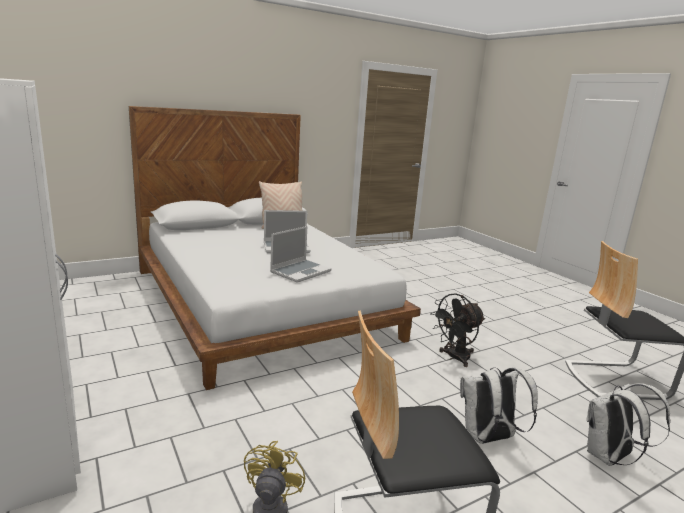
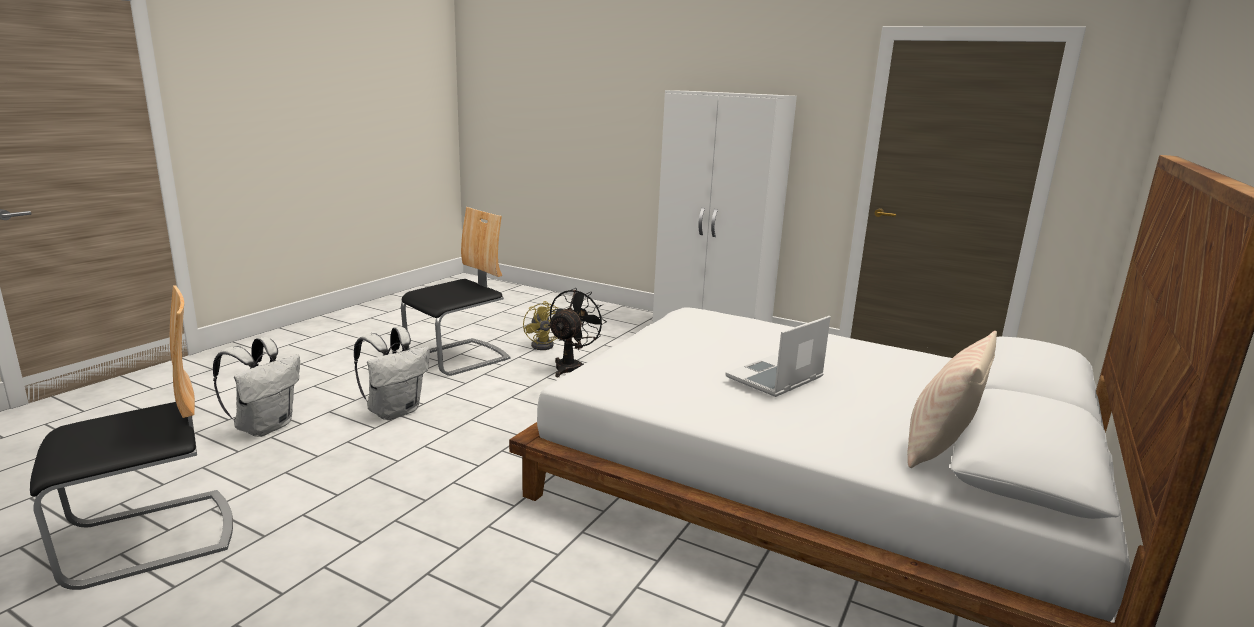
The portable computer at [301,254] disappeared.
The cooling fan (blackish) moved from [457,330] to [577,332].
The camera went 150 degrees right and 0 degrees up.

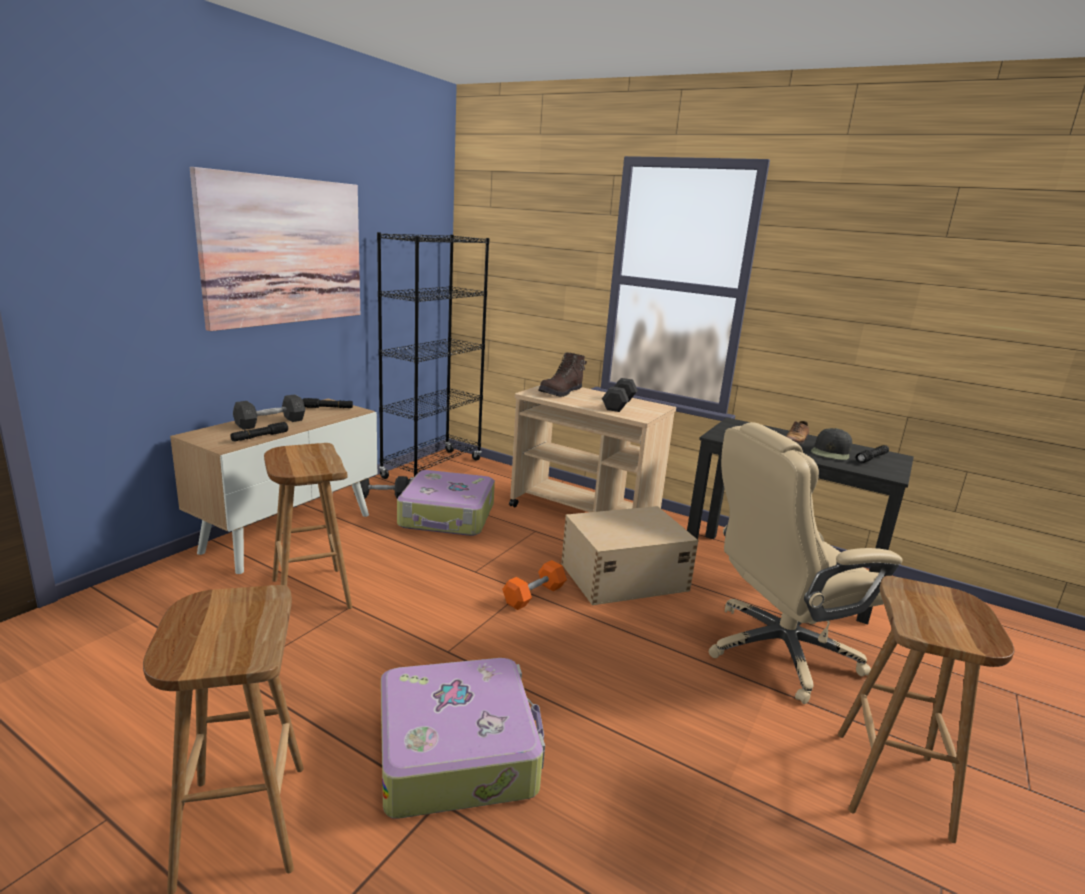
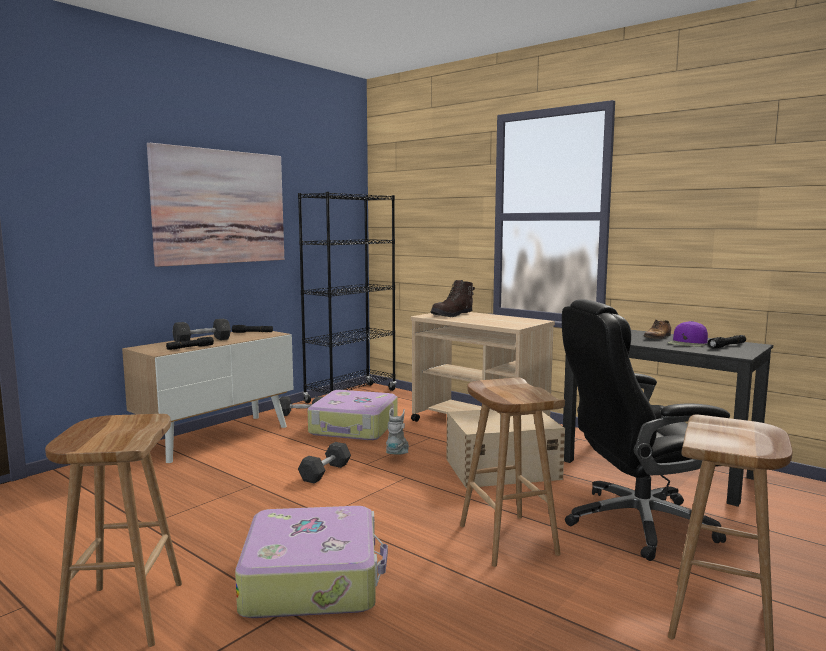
The dumbbell (orange) at [534,585] disappeared.
The high-top boot (grey) at [397,431] appeared.
The stool seat (brownish) moved from [308,526] to [512,472].
The dumbbell (grey) moved from [620,395] to [324,463].
The desk chair (sand-coloured) at [805,563] became the desk chair (blackish) at [646,430].
The baseball cap (blackish) at [831,444] became the baseball cap (purple-coloured) at [687,334].
The camera went 10 degrees right and 10 degrees down.

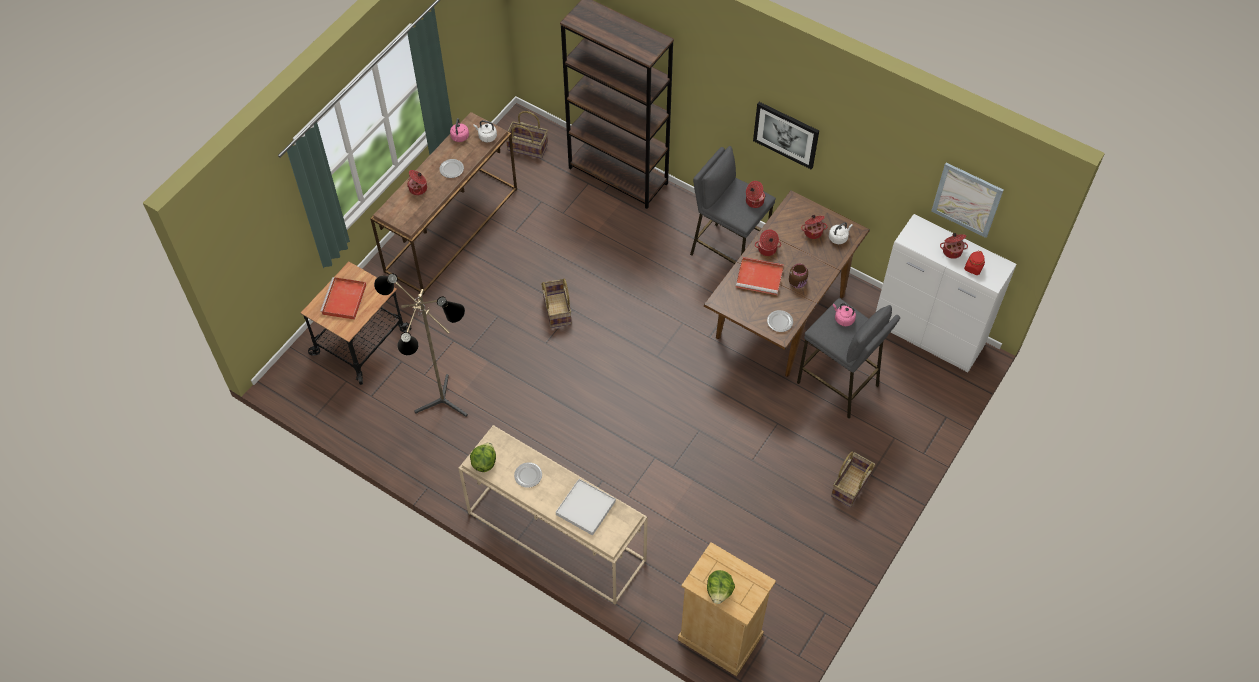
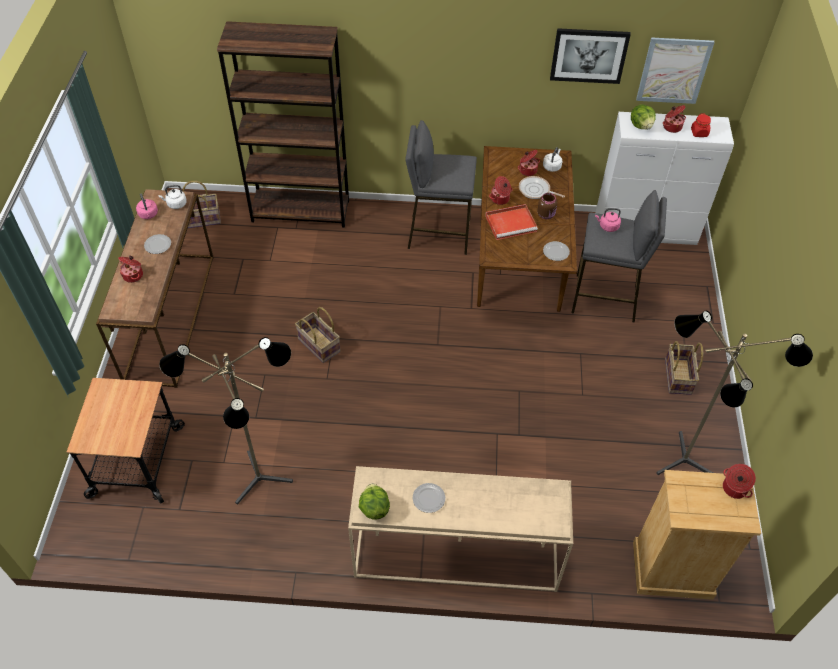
The tray (red) at [343,298] disappeared.
The tray (white) at [586,507] disappeared.
The skillet at [542,187] appeared.
The standing lamp at [734,393] appeared.
The head of lettuce moved from [721,587] to [643,117].
The cooking pot moved from [755,194] to [739,481].
The picture moved from [786,135] to [590,56].
The camera went 30 degrees left and 5 degrees down.

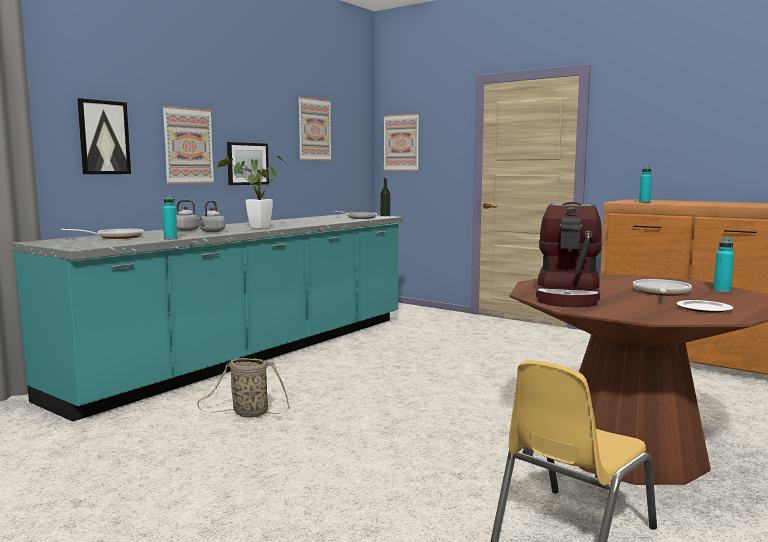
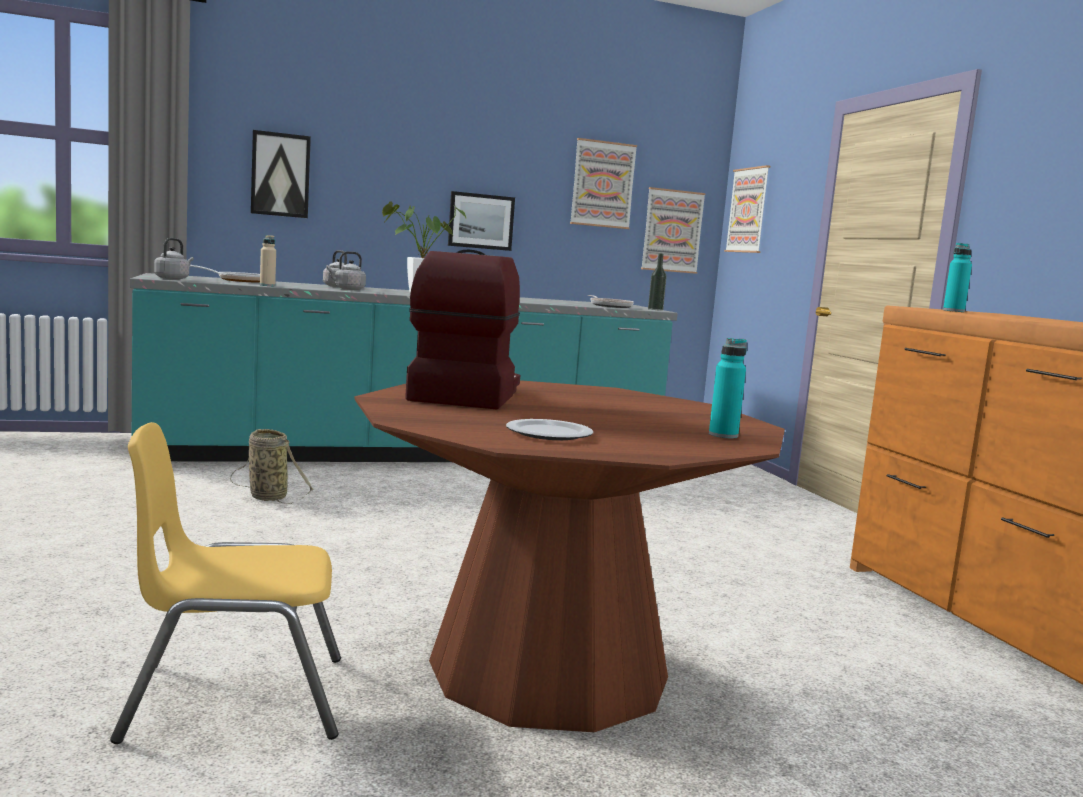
The skillet at [662,287] disappeared.
The tea kettle (grey) at [174,259] appeared.
The picture moved from [188,145] to [673,230].
The drink bottle (blue-green) at [170,217] became the drink bottle (sand-coloured) at [268,260].
The coffee machine at [569,254] turned 135 degrees clockwise.
The camera went 35 degrees right and 0 degrees up.

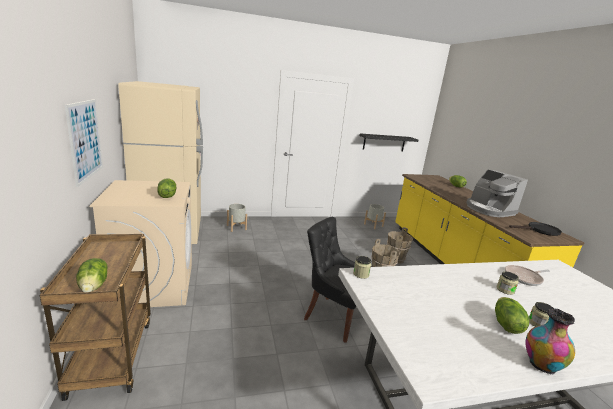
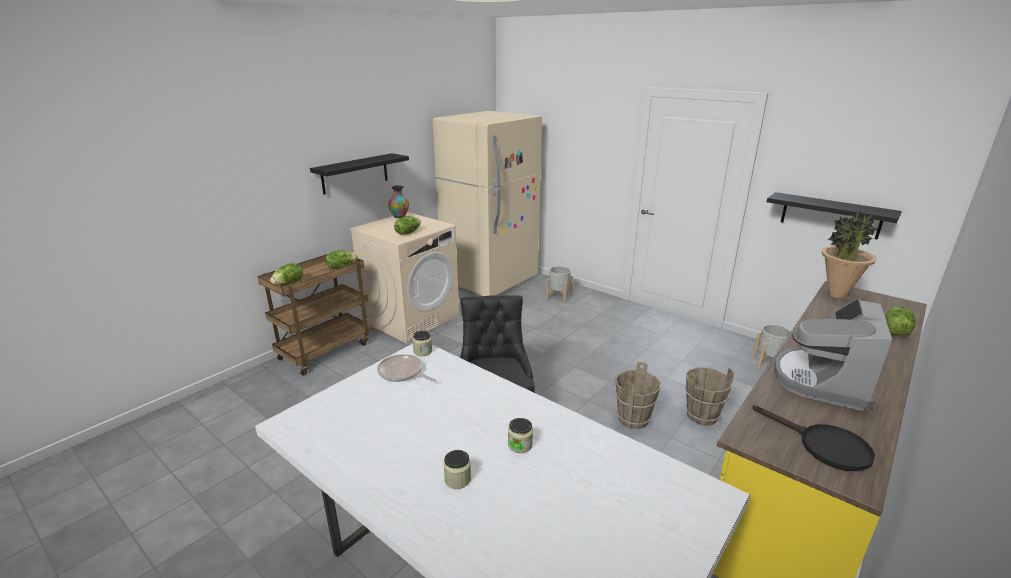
The plant in a pot at [849,254] appeared.
The head of lettuce moved from [512,315] to [341,259].
The skillet moved from [527,275] to [406,368].
The flower vase moved from [550,341] to [398,202].
The picture at [84,143] was replaced by the shelf (blackish) at [359,174].
The camera went 55 degrees right and 5 degrees up.

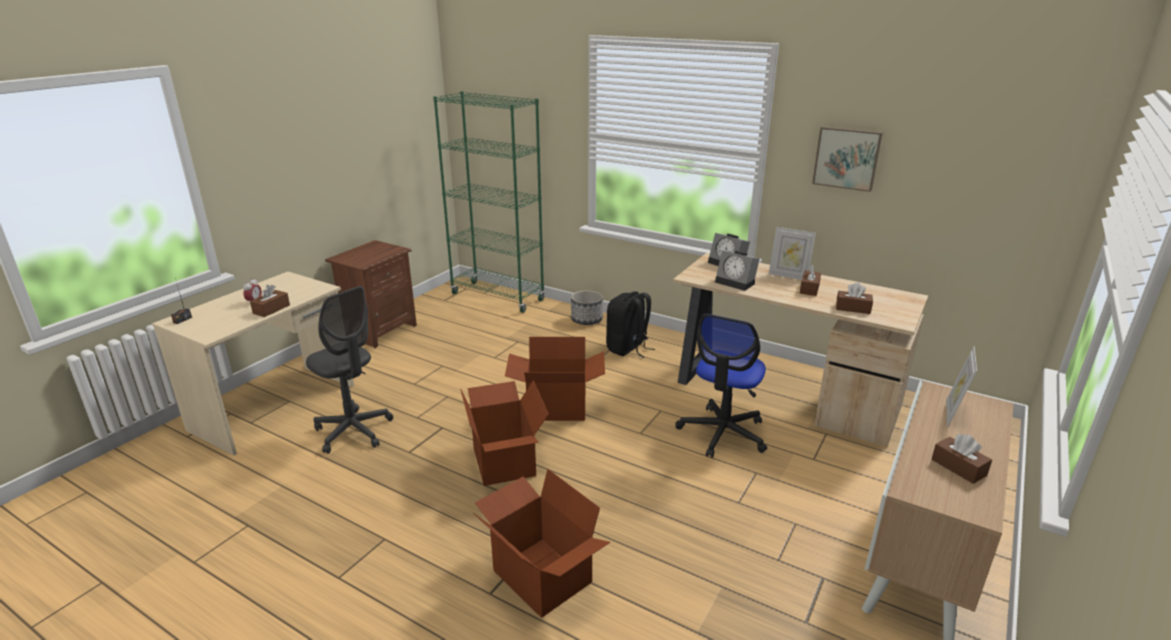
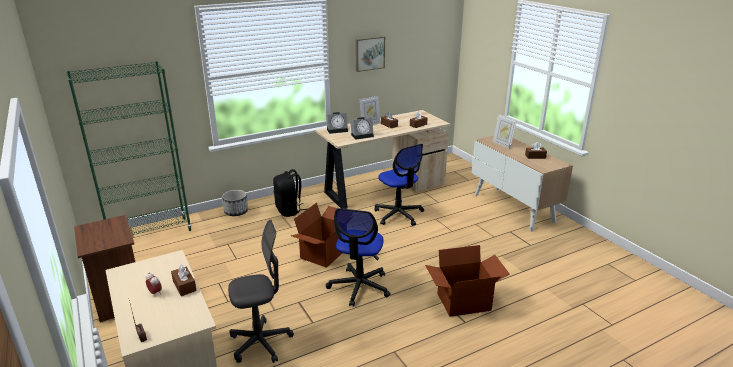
The carton at [504,433] was replaced by the desk chair at [358,257].
The camera went 60 degrees left and 0 degrees up.

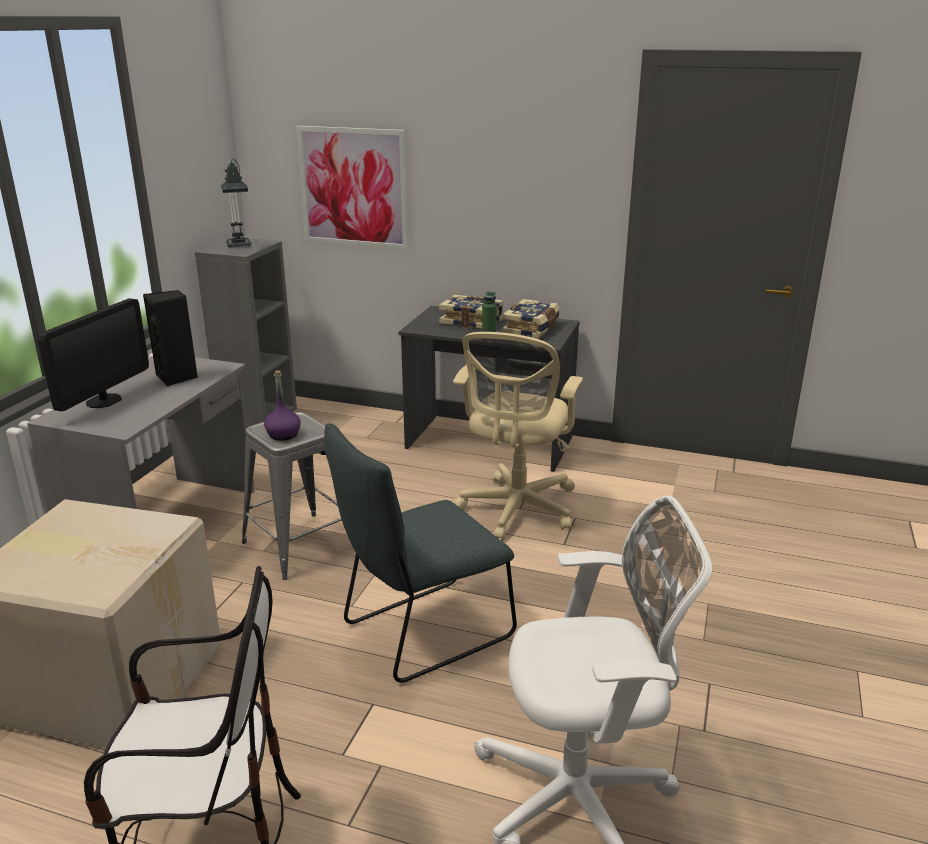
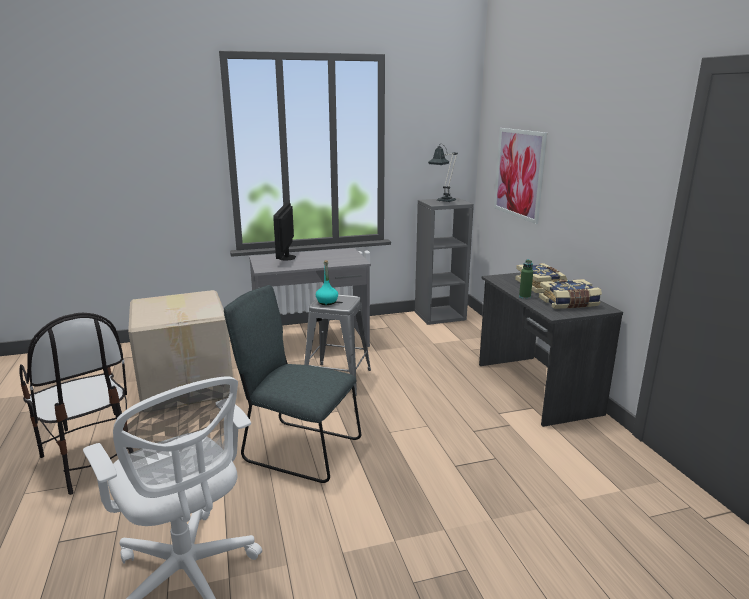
The loudspeaker (blackish) at [170,338] disappeared.
The desk chair (sand-coloured) at [518,436] disappeared.
The drink bottle (purple-coloured) at [282,405] became the drink bottle (blue-green) at [327,282].
The computer display at [93,354] turned 105 degrees clockwise.
The camera went 55 degrees right and 5 degrees down.

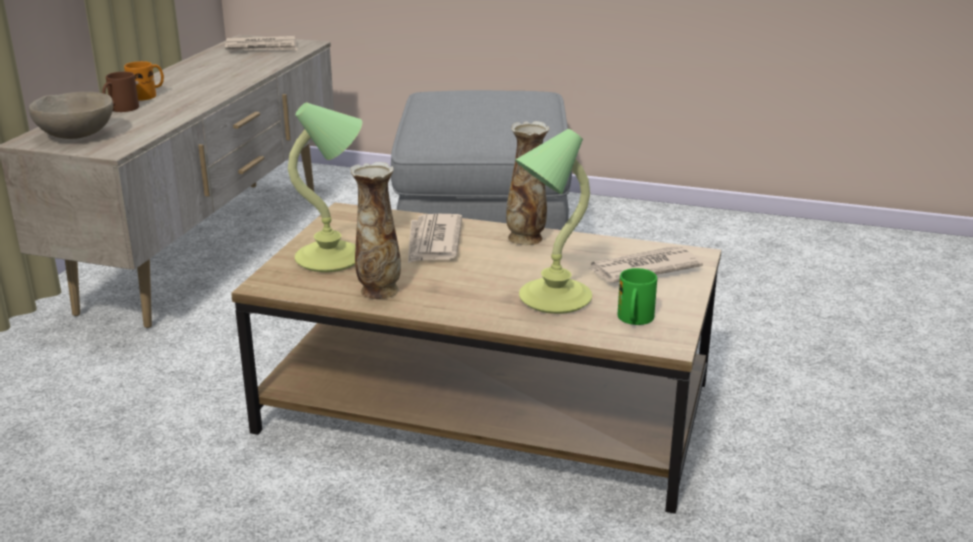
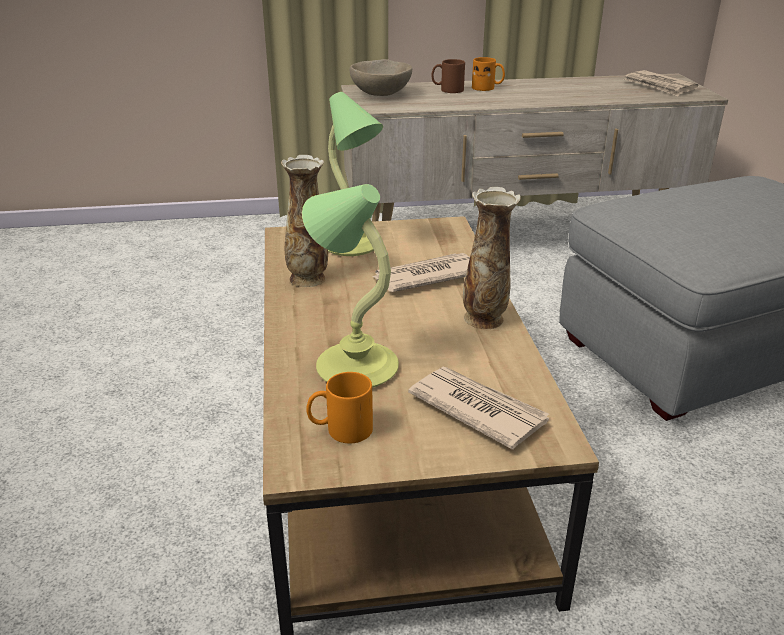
The coffee mug (greenish) at [637,296] became the coffee mug (orange) at [339,407].
The camera went 65 degrees right and 5 degrees up.

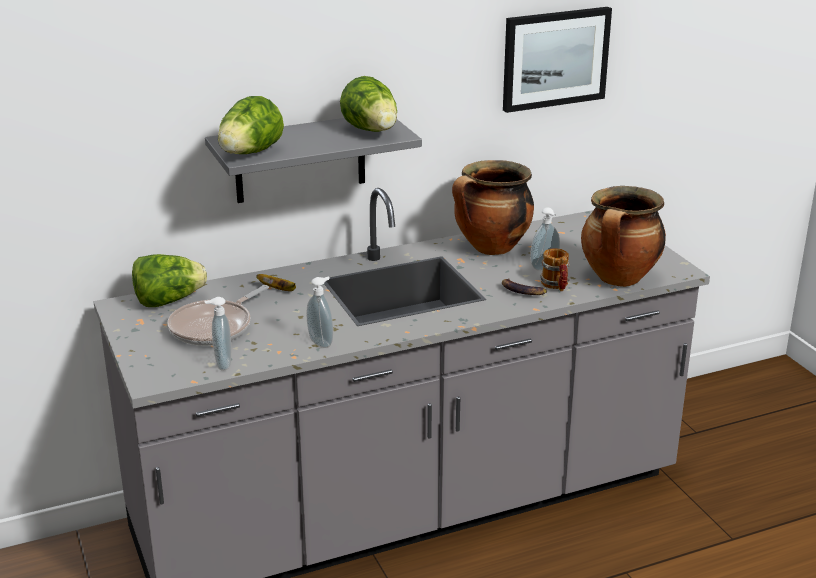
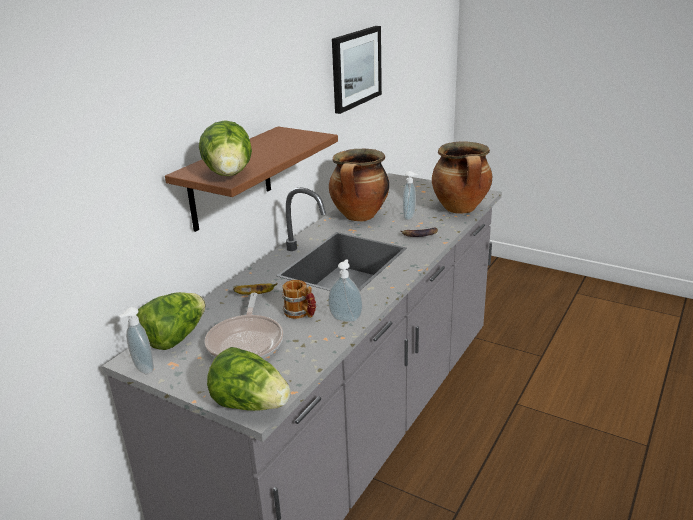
The soap dispenser moved from [218,333] to [136,340].
The head of lettuce moved from [368,104] to [248,379].
The coffee mug moved from [555,269] to [299,299].
The shelf (grey) at [313,160] became the shelf (brownish) at [251,179].
The camera went 35 degrees left and 0 degrees up.

